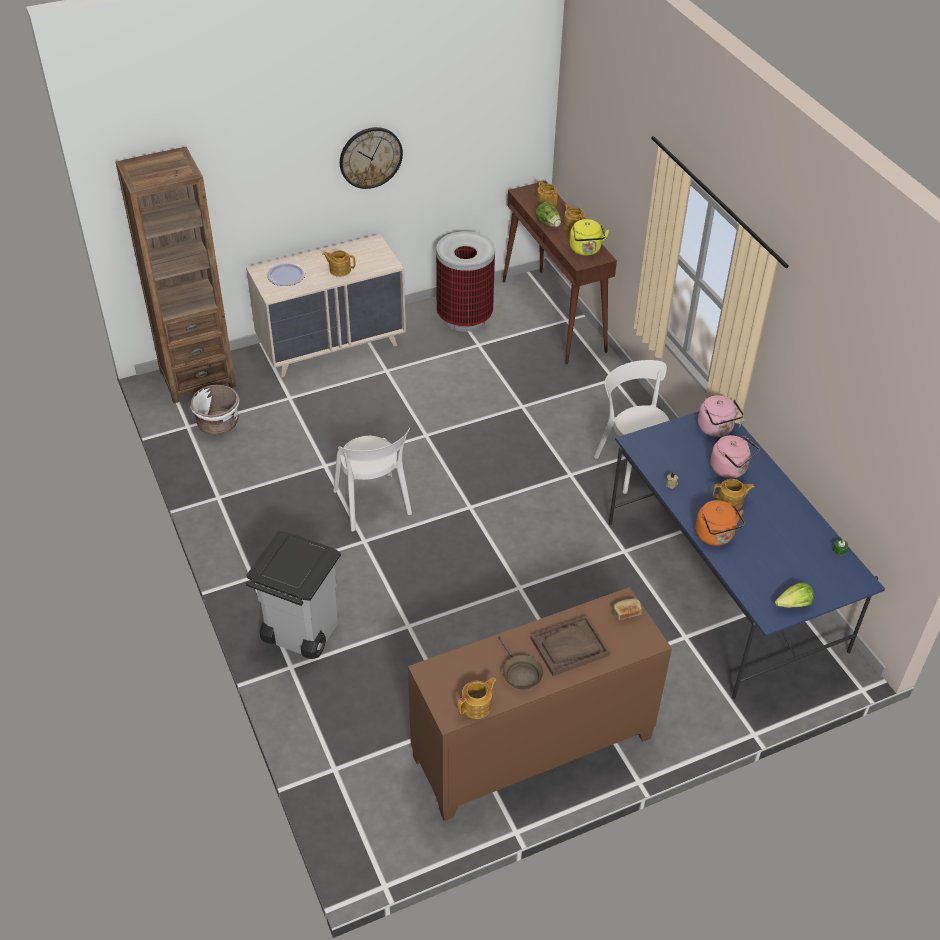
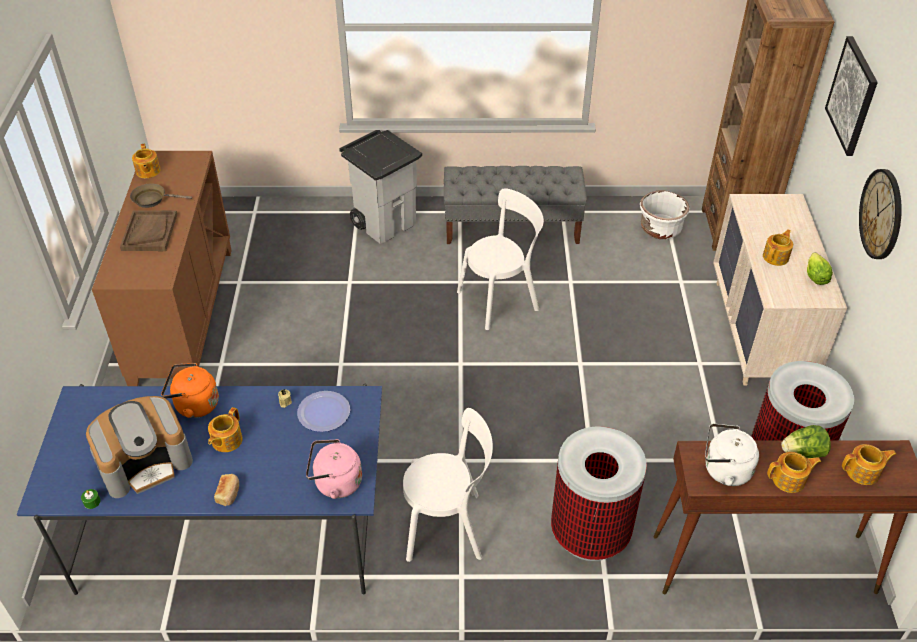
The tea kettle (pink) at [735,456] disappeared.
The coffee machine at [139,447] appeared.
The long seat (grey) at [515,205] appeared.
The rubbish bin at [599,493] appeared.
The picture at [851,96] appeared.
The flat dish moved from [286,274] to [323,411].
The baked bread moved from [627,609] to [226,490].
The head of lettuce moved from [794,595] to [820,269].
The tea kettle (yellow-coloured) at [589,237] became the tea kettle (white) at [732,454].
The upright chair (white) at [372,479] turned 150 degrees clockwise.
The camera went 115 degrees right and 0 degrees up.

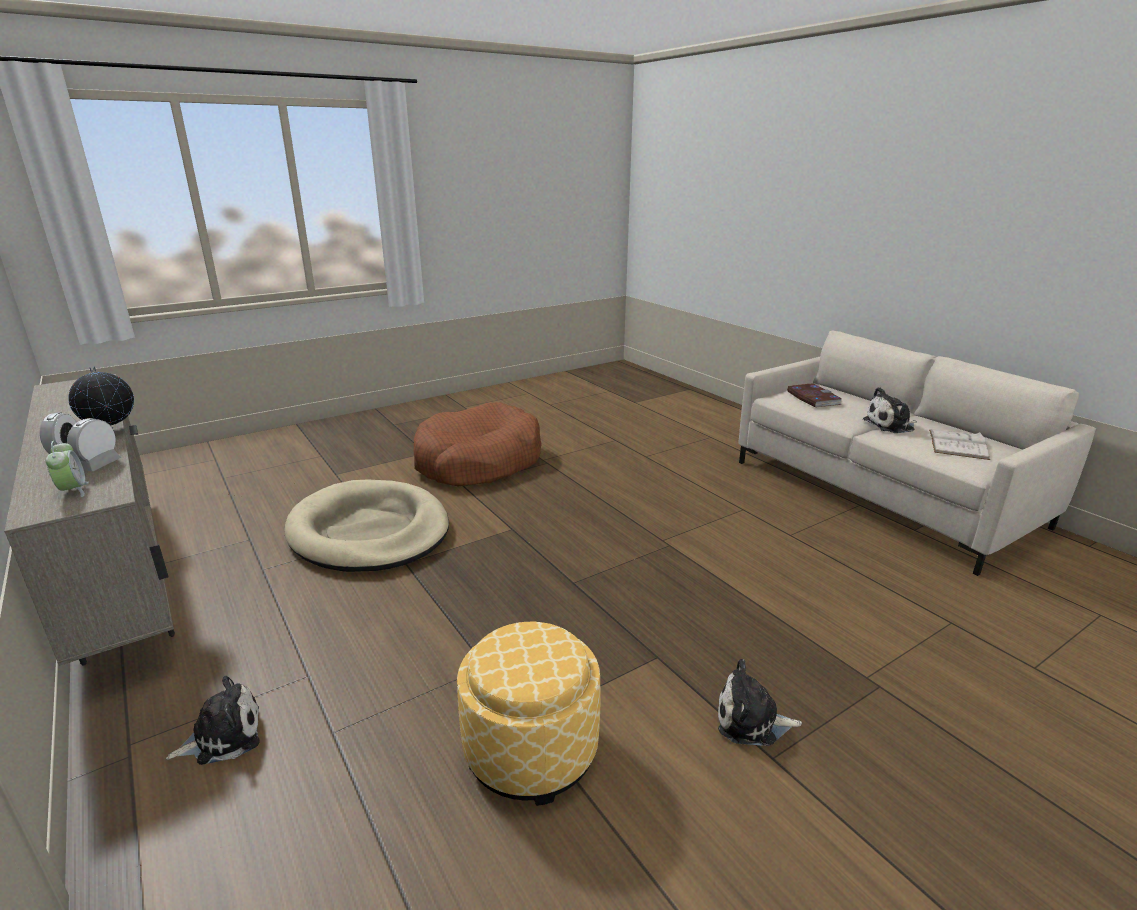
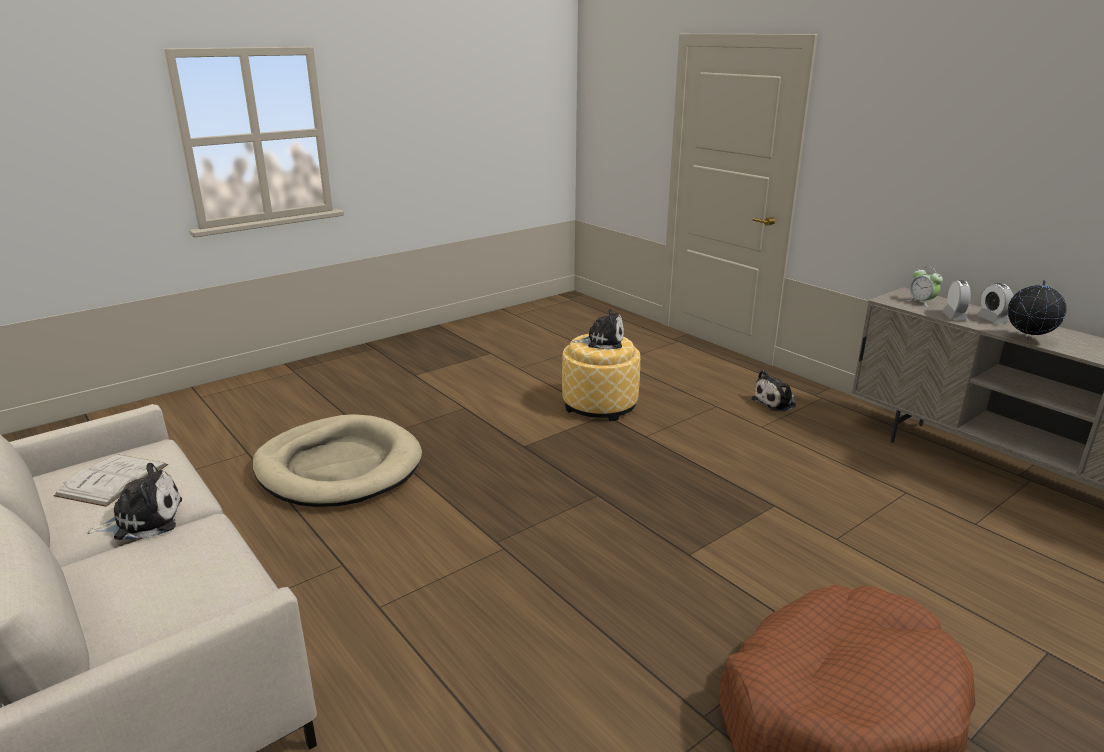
The bound book at [815,395] disappeared.
The dog cushion (sand-coloured) moved from [366,526] to [337,460].
The cuddly toy moved from [760,702] to [598,329].
The camera went 175 degrees right and 0 degrees up.

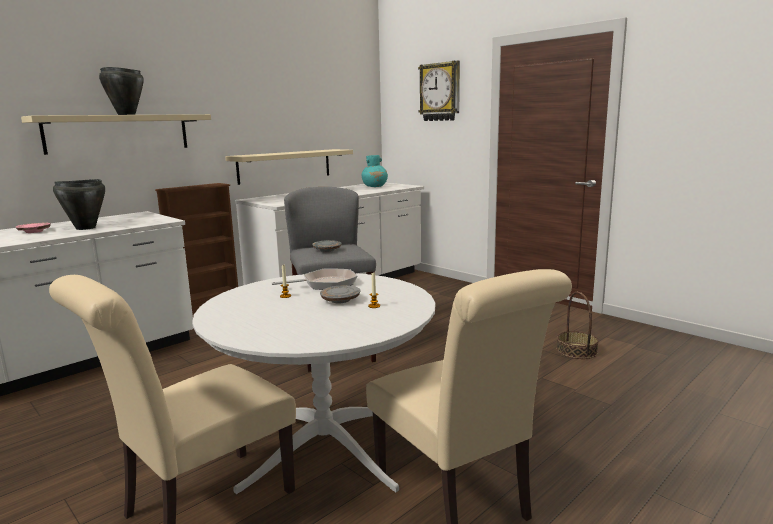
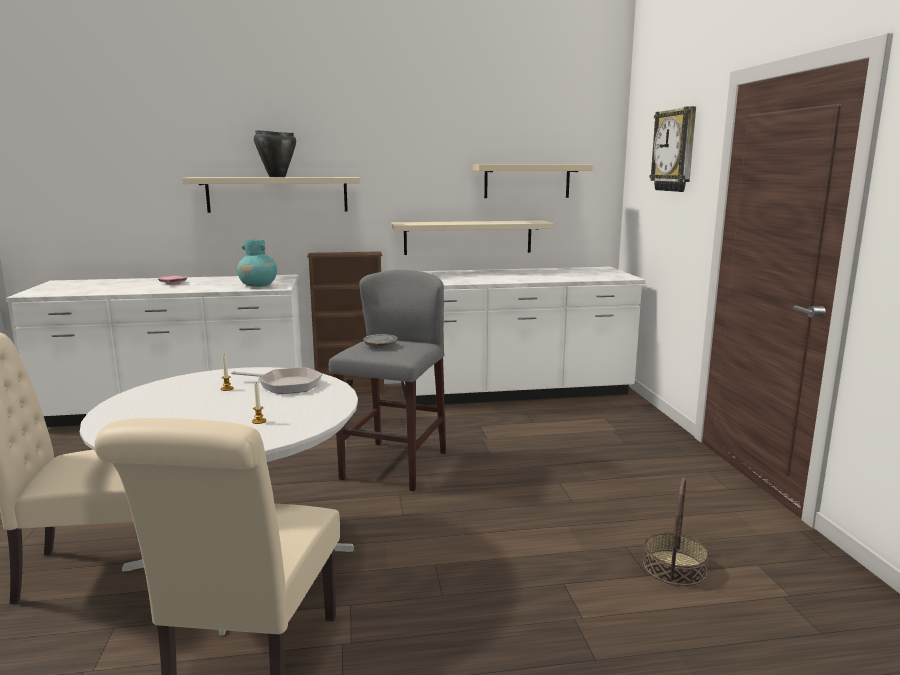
The cooking pot (blackish) at [79,204] disappeared.
The flat dish (grey) at [340,294] disappeared.
The shelf (sand-coloured) at [533,181] appeared.
The flower vase (blue-green) moved from [375,171] to [257,263].
The camera went 35 degrees right and 0 degrees up.

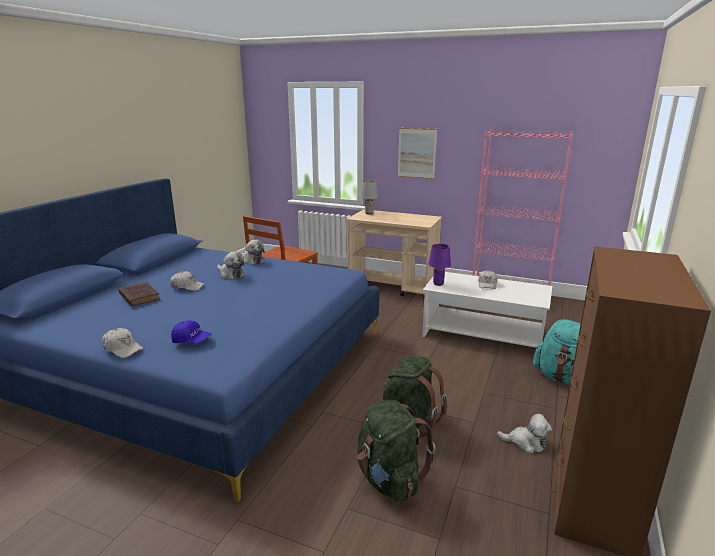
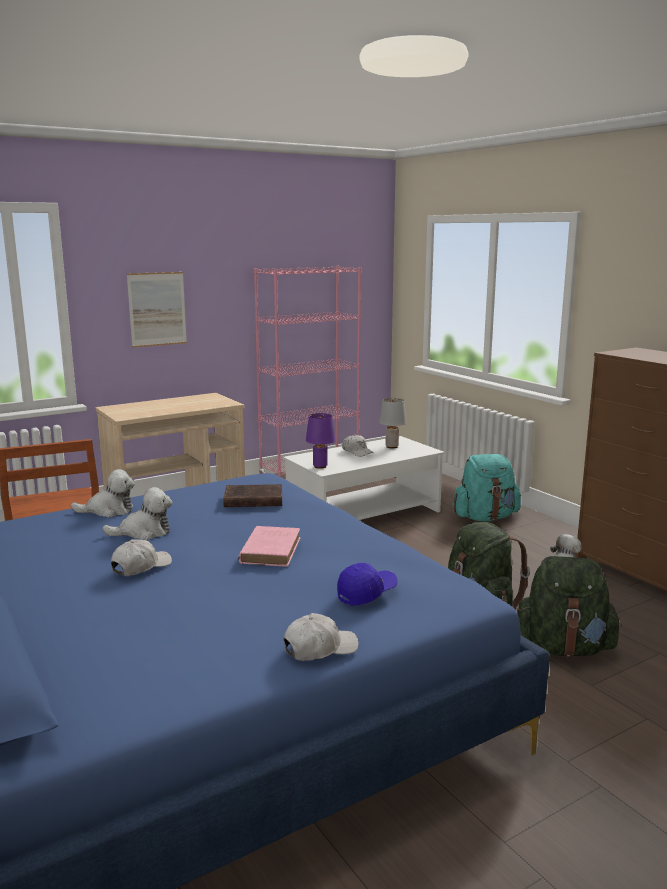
The bound book (pink) at [269,546] appeared.
The bound book (brownish) moved from [139,294] to [252,495].
The tabletop lamp (grey) moved from [369,197] to [392,423].
The camera went 55 degrees left and 5 degrees down.

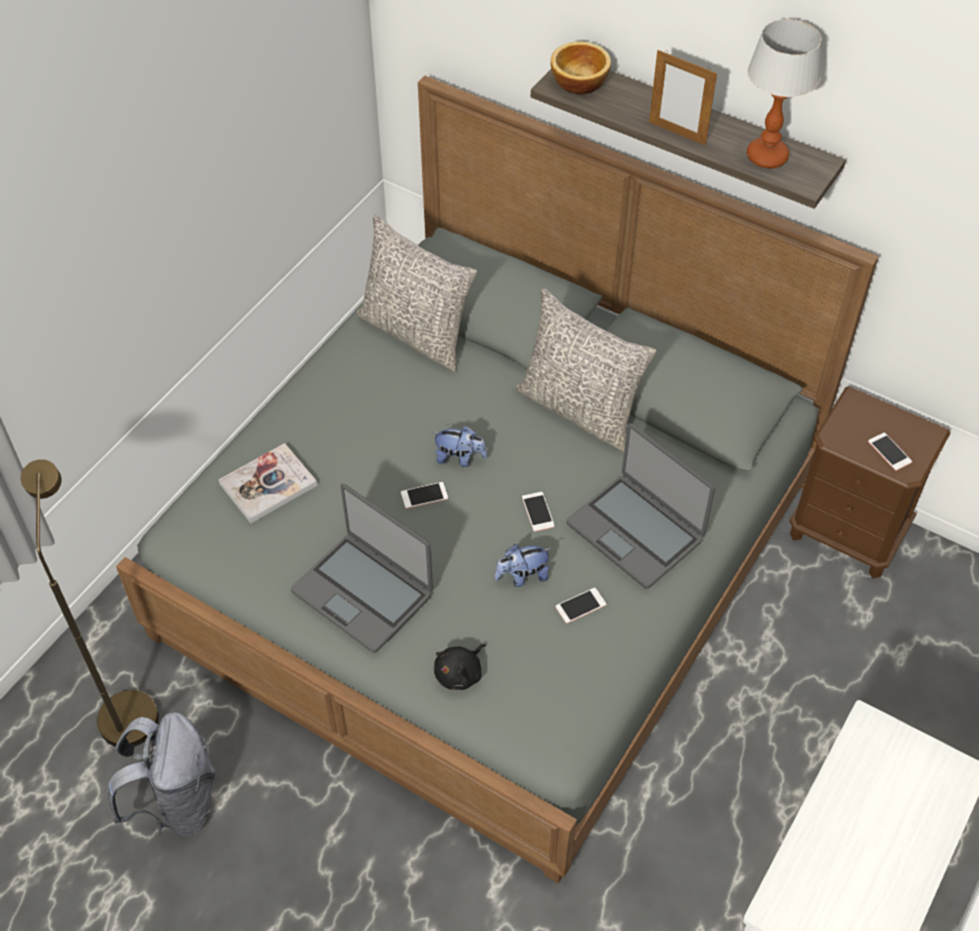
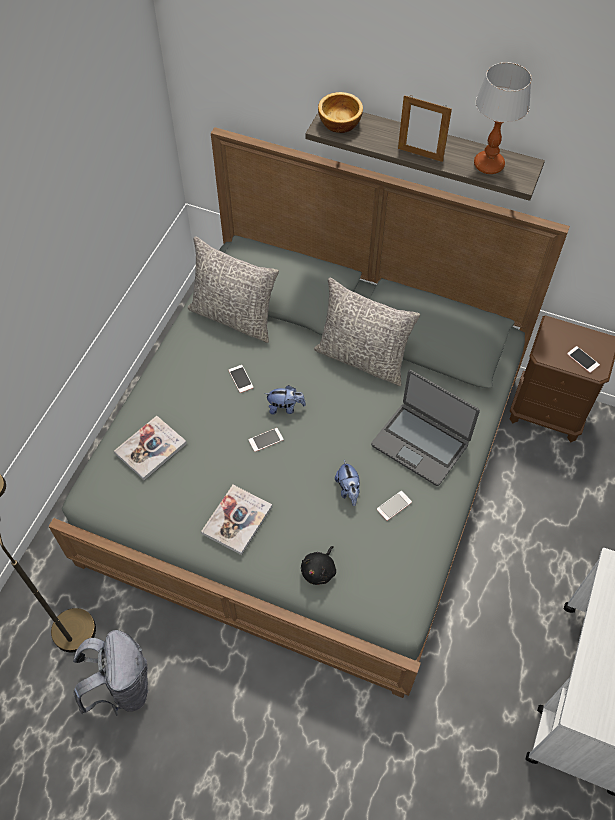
The handset moved from [538,512] to [241,379].
The portable computer at [362,568] was replaced by the bound book at [236,520].
The cuddly toy at [523,565] turned 75 degrees counterclockwise.
The camera went 10 degrees left and 5 degrees up.

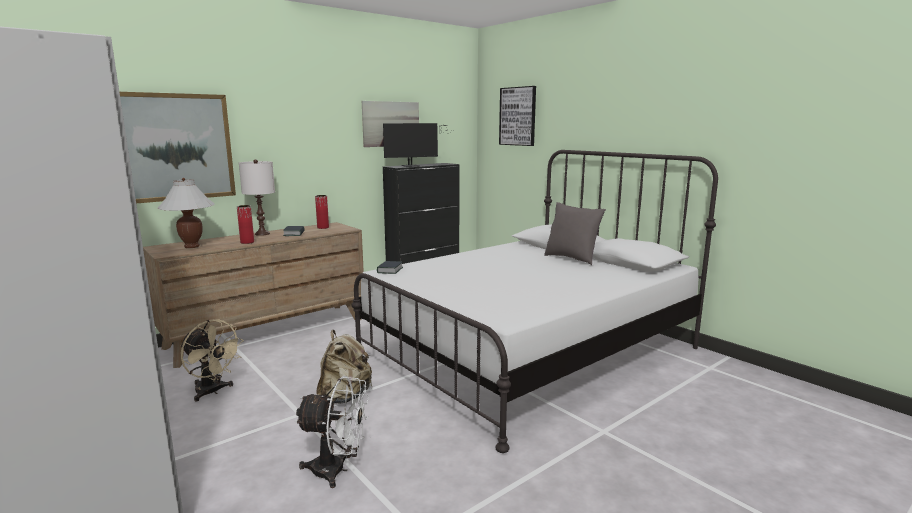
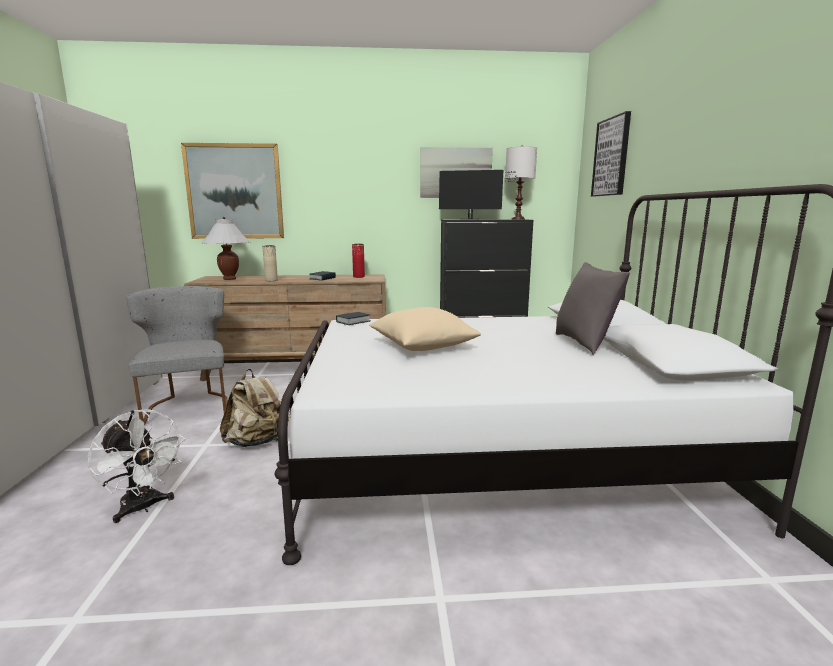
The pillow (sand-coloured) at [425,329] appeared.
The tabletop lamp (white) moved from [257,197] to [521,182].
The cooling fan (sand-coloured) at [212,360] was replaced by the upright chair (grey) at [177,356].
The flower vase (red) at [245,224] became the flower vase (sand-coloured) at [270,263].
The camera went 35 degrees right and 0 degrees up.

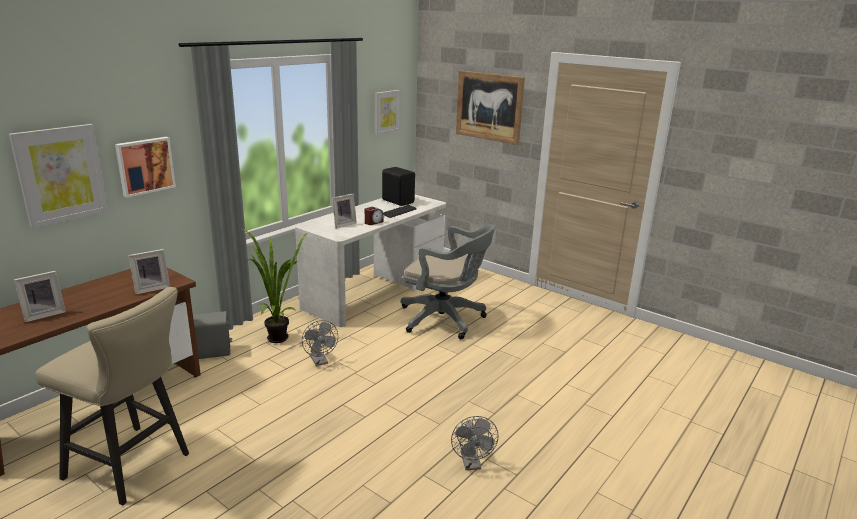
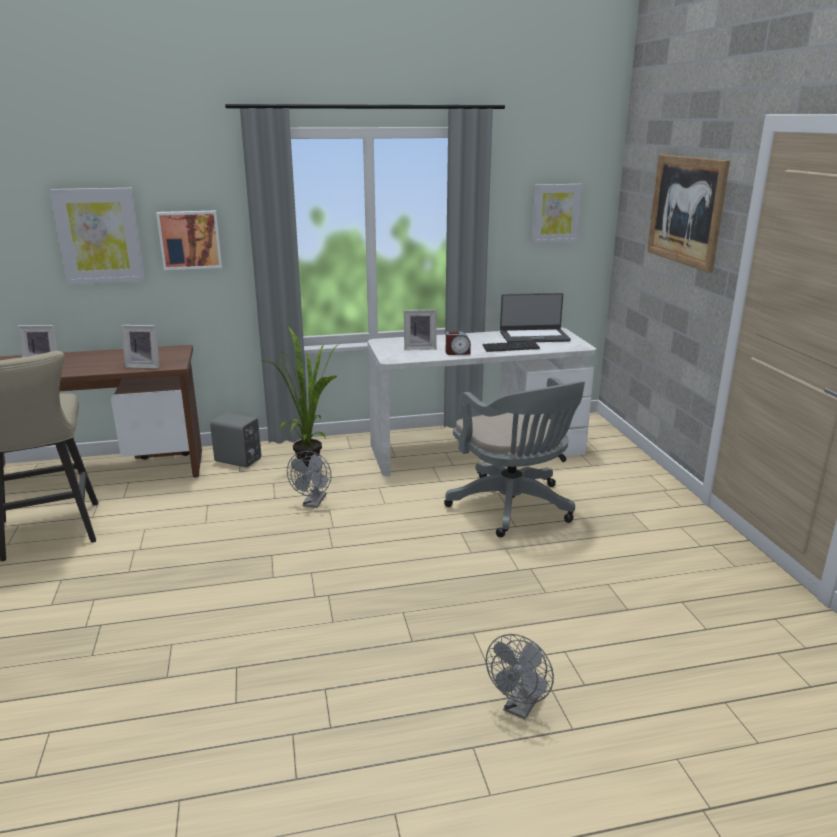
The cooling fan (grey) moved from [475,443] to [520,677].
The loudspeaker (blackish) at [398,186] was replaced by the portable computer at [535,317].
The camera went 40 degrees right and 0 degrees up.

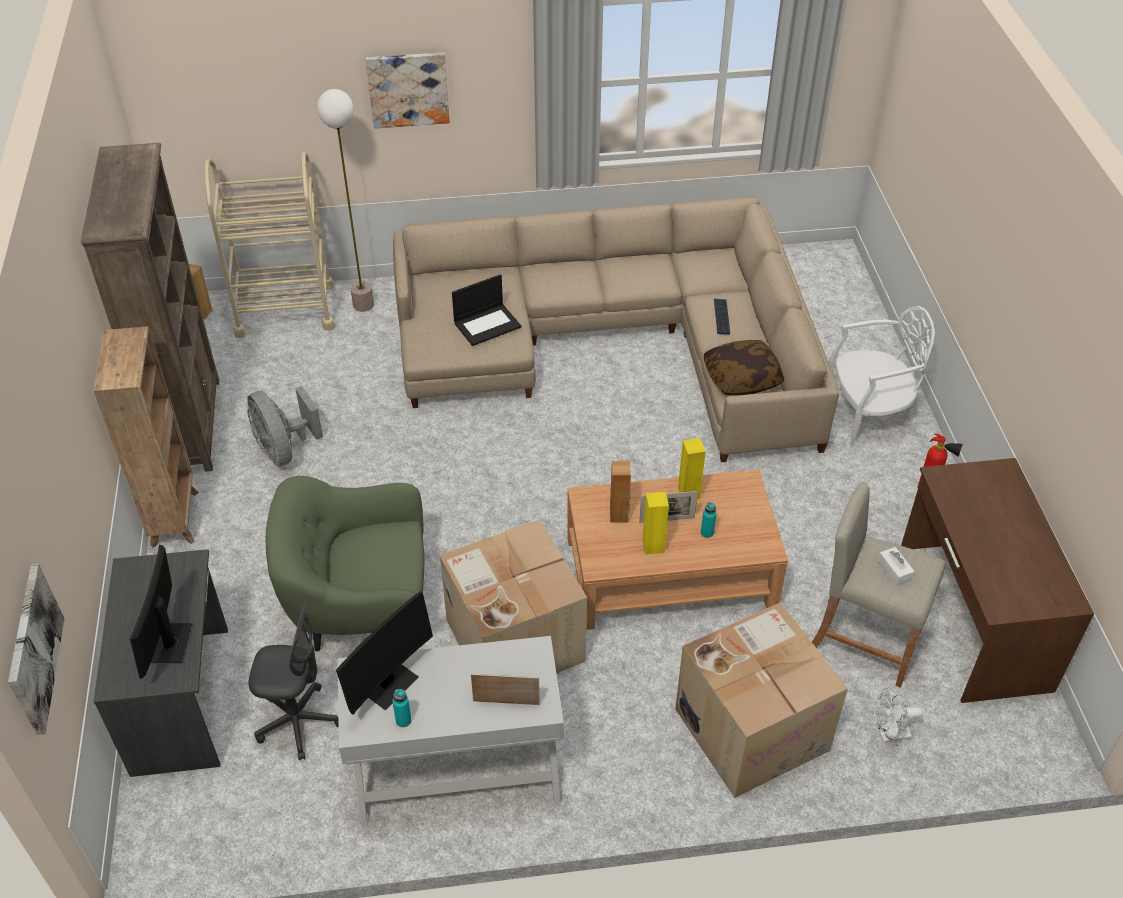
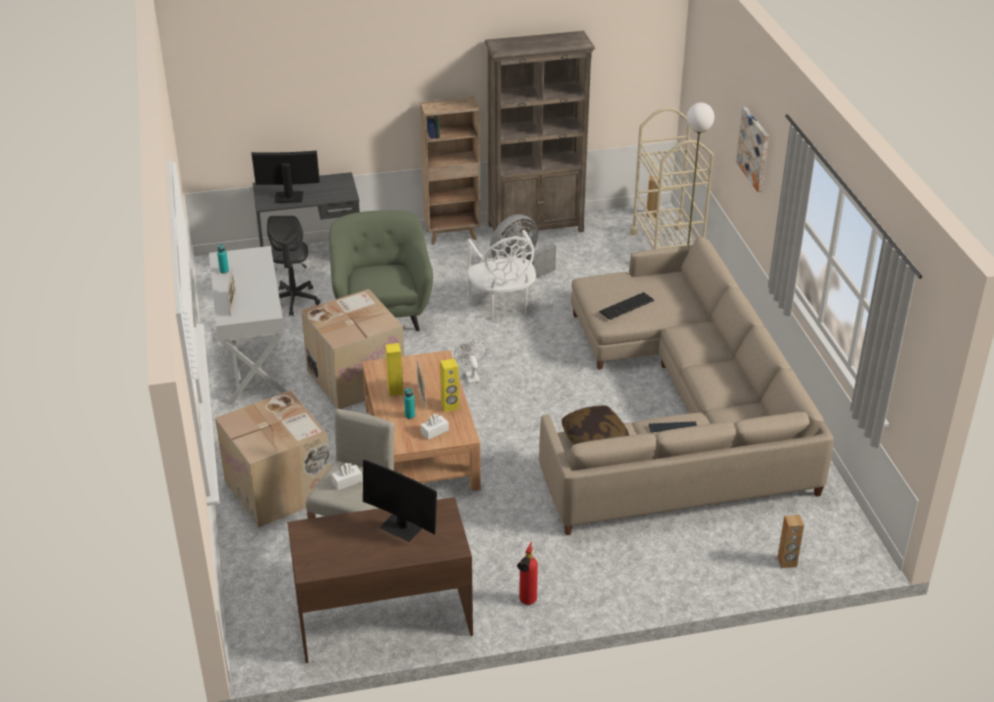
The picture at [36,649] disappeared.
The box of tissues (white) at [434,427] appeared.
The computer display moved from [384,653] to [400,500].
The loudspeaker (brownish) moved from [620,491] to [791,541].
The upright chair (white) moved from [882,376] to [501,275].
The cooling fan (white) moved from [898,714] to [470,362].
The portable computer at [486,310] was replaced by the keyboard at [626,306].
The camera went 85 degrees right and 10 degrees down.

